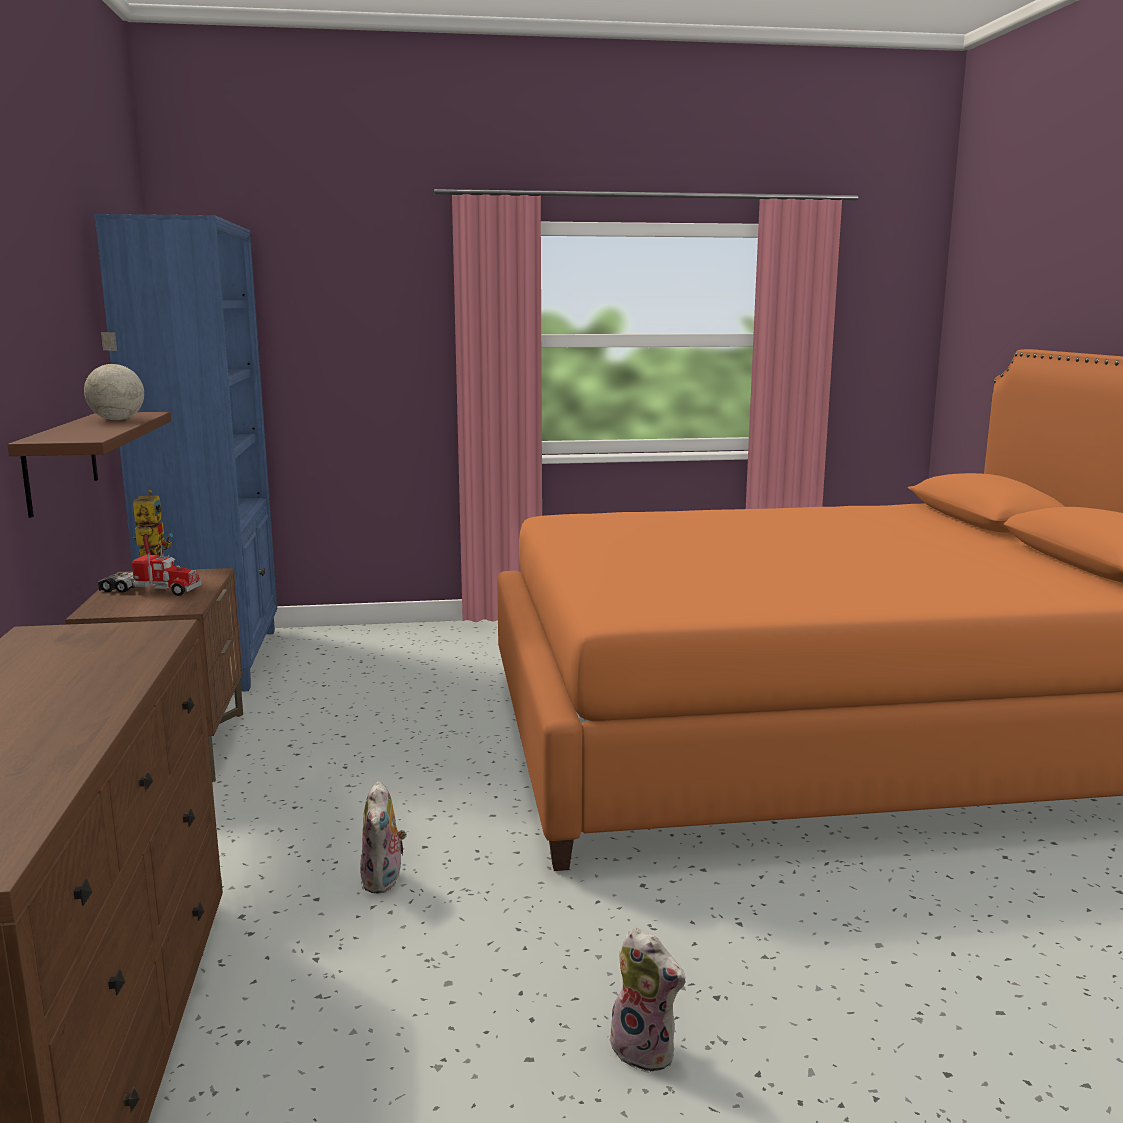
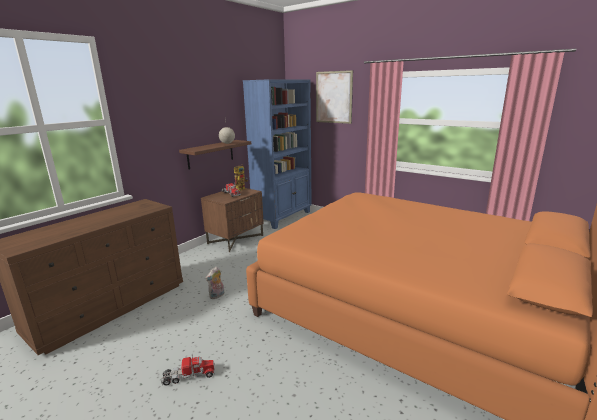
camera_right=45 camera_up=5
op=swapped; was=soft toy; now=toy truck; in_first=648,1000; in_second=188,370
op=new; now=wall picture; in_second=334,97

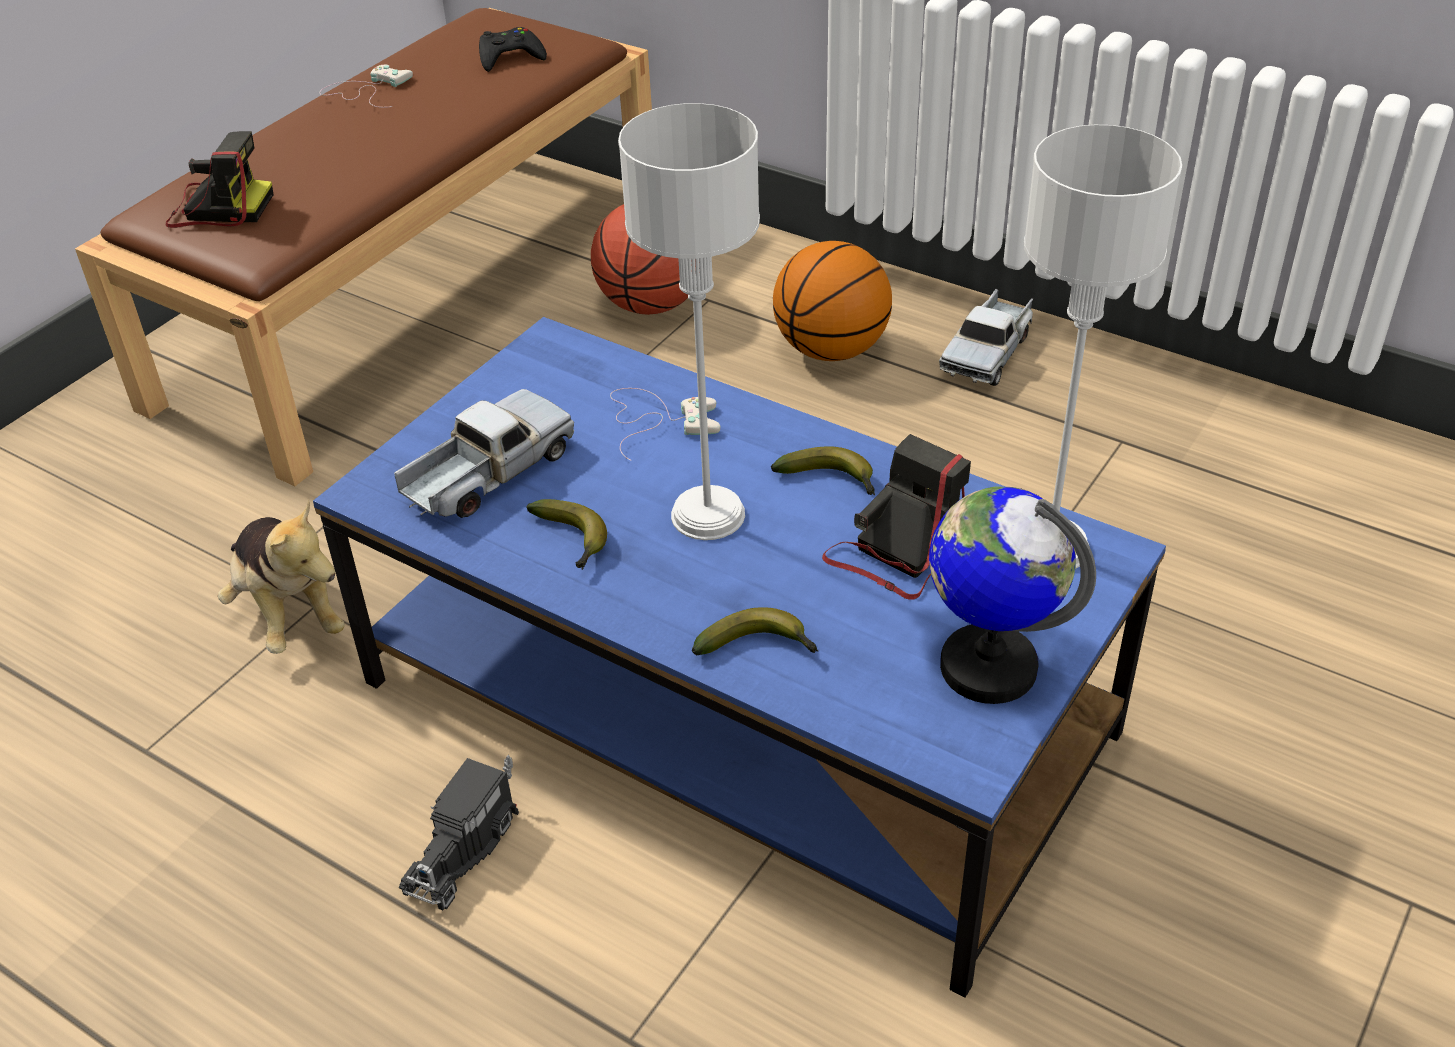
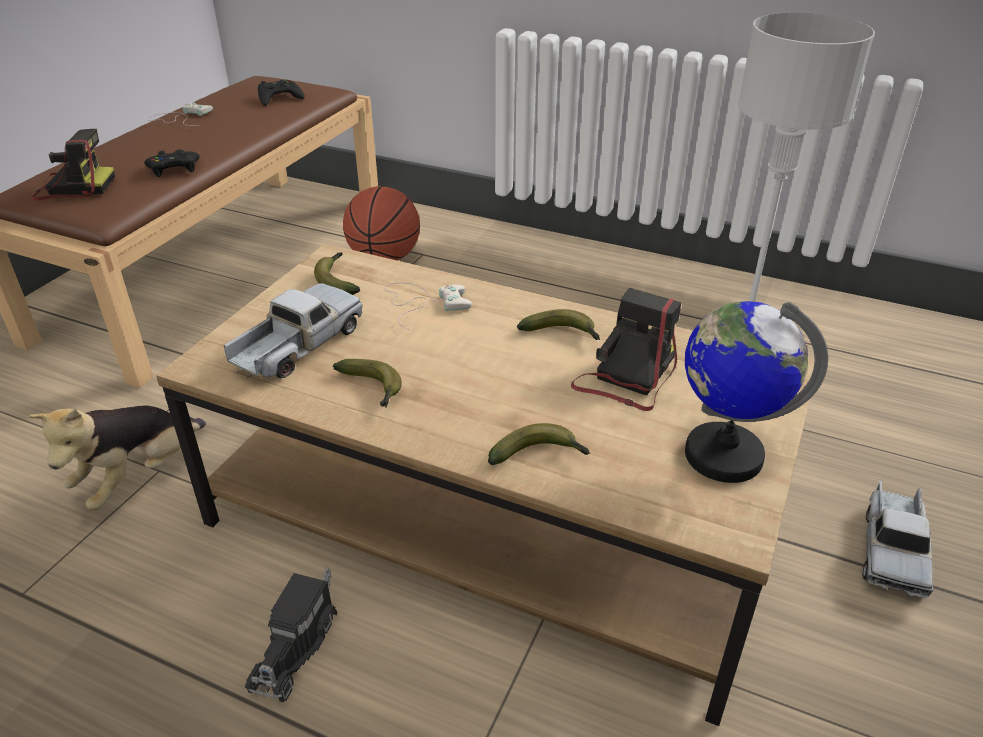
camera_right=-10 camera_up=-5
op=rotated; was=soft toy; in_first=281,577; in_second=117,457; clockwise=75
op=repainted; was=blue-coloured low table; now=brown-coloured low table; in_first=739,657; in_second=485,485
op=gone; was=grey tabletop lamp; in_first=689,321
op=gone; was=basketball; in_first=832,301
op=shifted; was=toy truck; in_first=986,337; in_second=897,539
op=new; now=black gamepad; in_second=171,163
op=new; now=banana; in_second=337,273

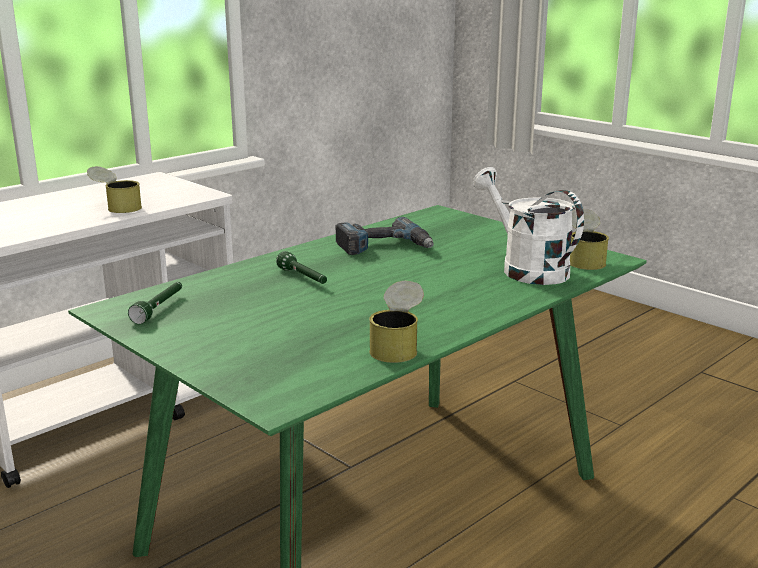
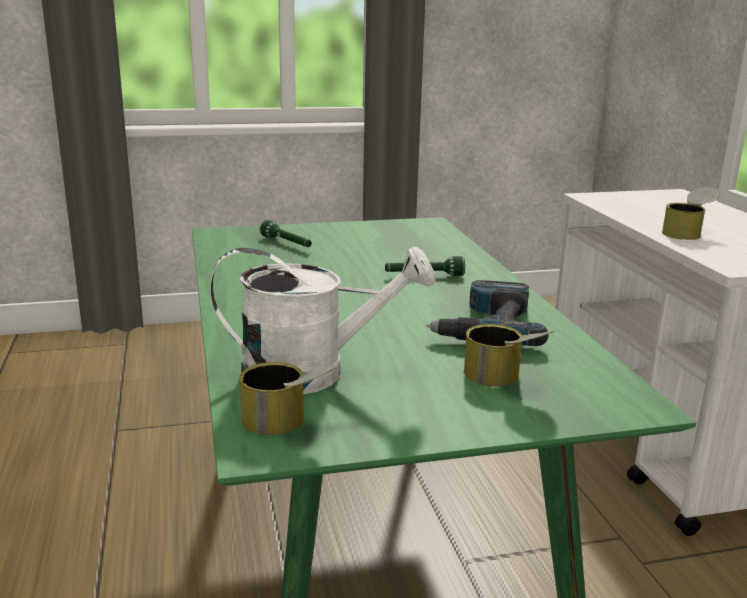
camera_right=120 camera_up=0
op=shifted; was=greenish torch; in_first=155,303; in_second=286,233
op=shifted; was=can; in_first=396,322; in_second=509,355

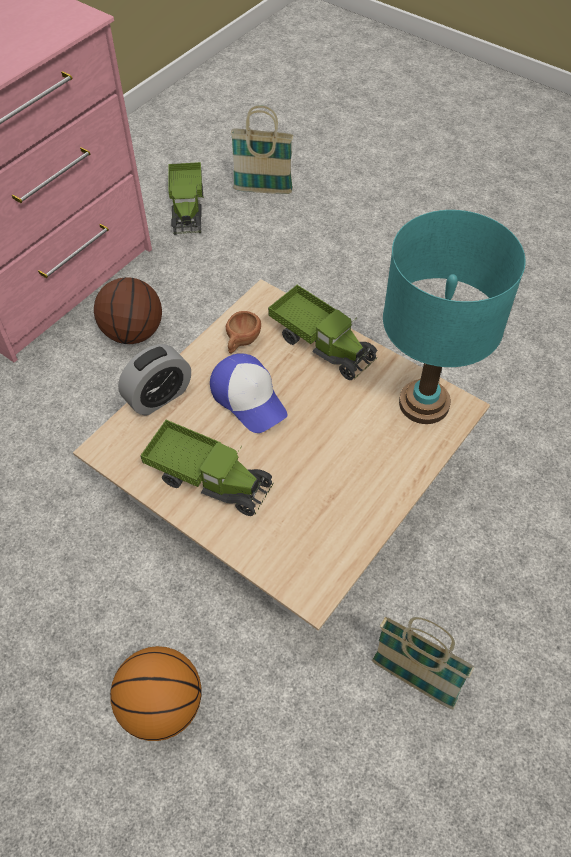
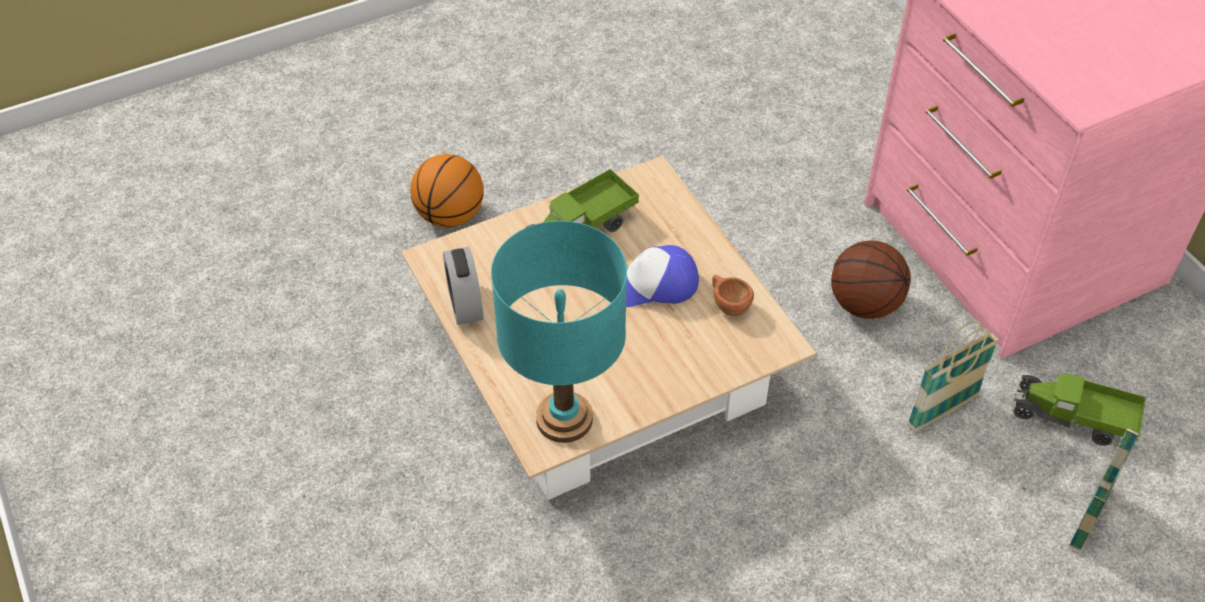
camera_right=115 camera_up=-5
op=shifted; was=table clock; in_first=154,379; in_second=463,286
op=gone; was=toy truck; in_first=322,332
op=shifted; was=household basket; in_first=423,663; in_second=953,376

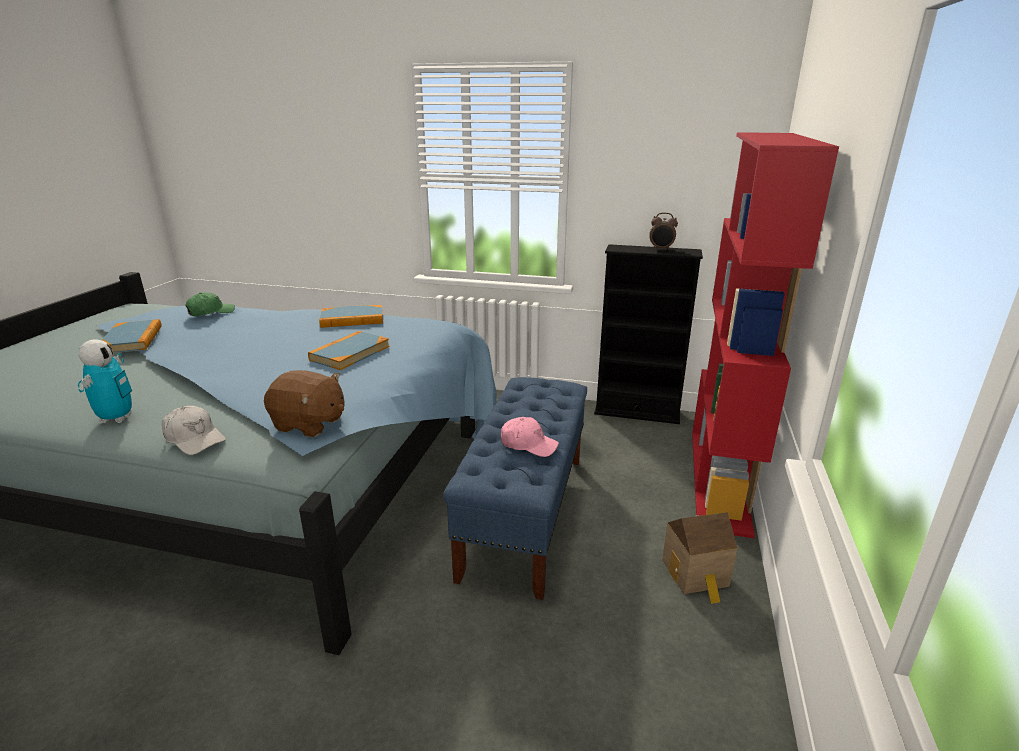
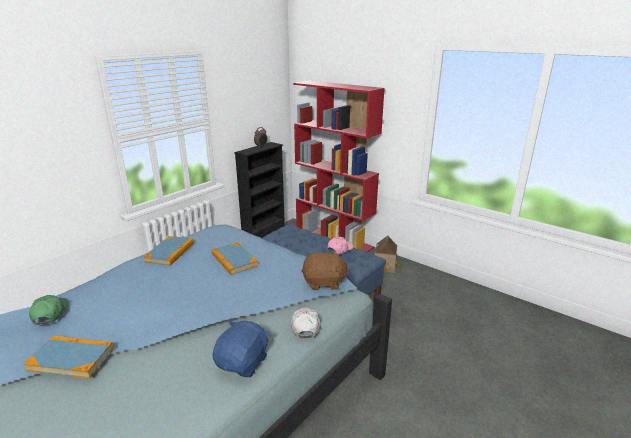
camera_right=-65 camera_up=0
op=swapped; was=toy robot; now=blue-coloured soft toy; in_first=105,381; in_second=241,348
op=rotated; was=whitish cap; in_first=194,430; in_second=306,322; clockwise=-60
op=rotated; was=brown-coloured soft toy; in_first=304,403; in_second=325,270; clockwise=45

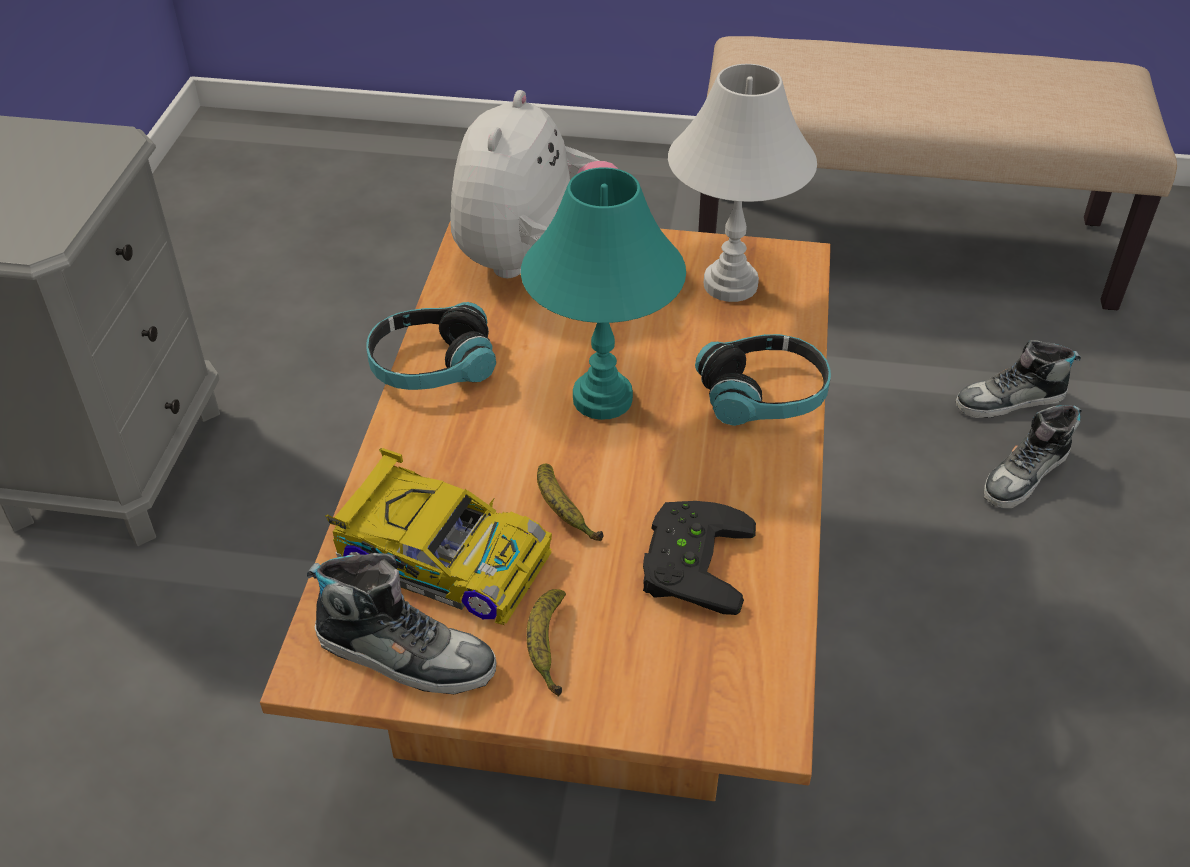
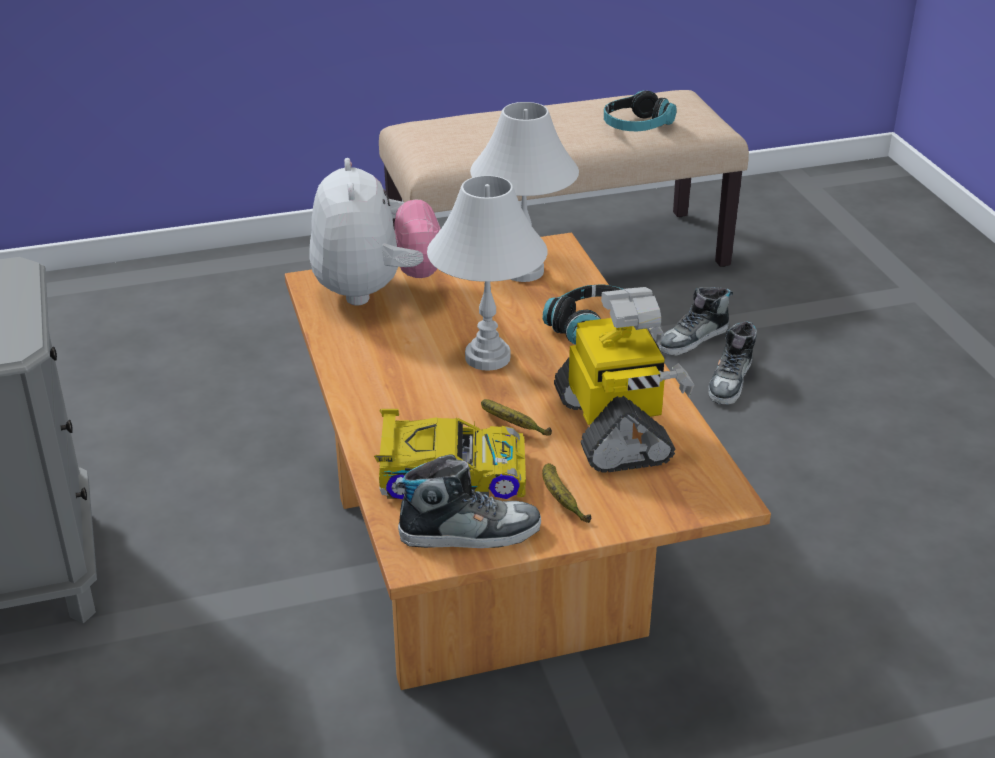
camera_right=-25 camera_up=-10
op=shifted; was=pair of headphones; in_first=431,346; in_second=640,110
op=repainted; was=turquoise tabletop lamp; now=whitish tabletop lamp; in_first=603,293; in_second=487,273
op=swapped; was=black gamepad; now=toy robot; in_first=699,558; in_second=624,380

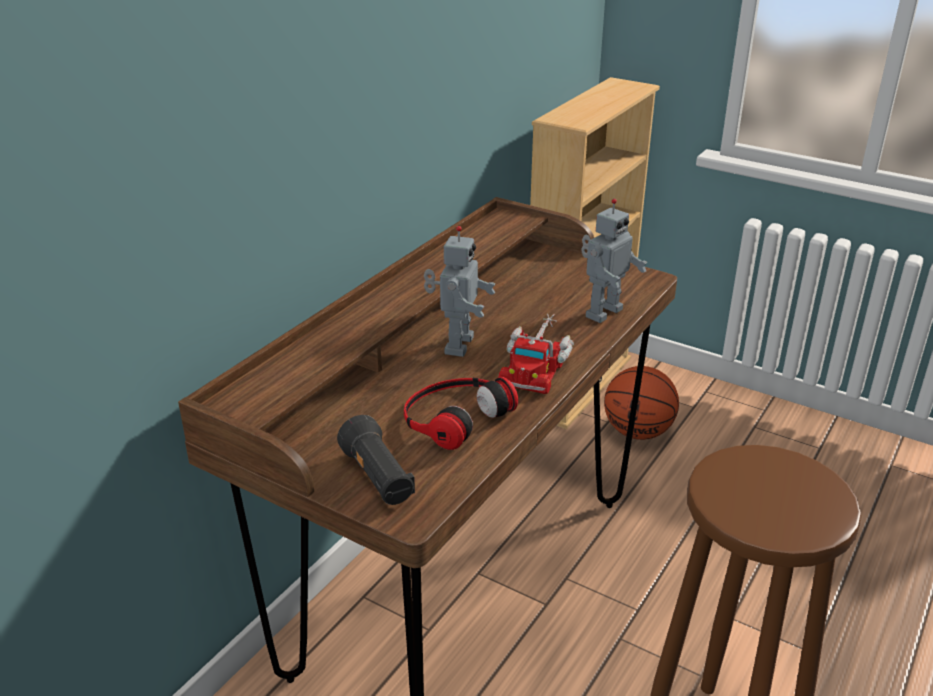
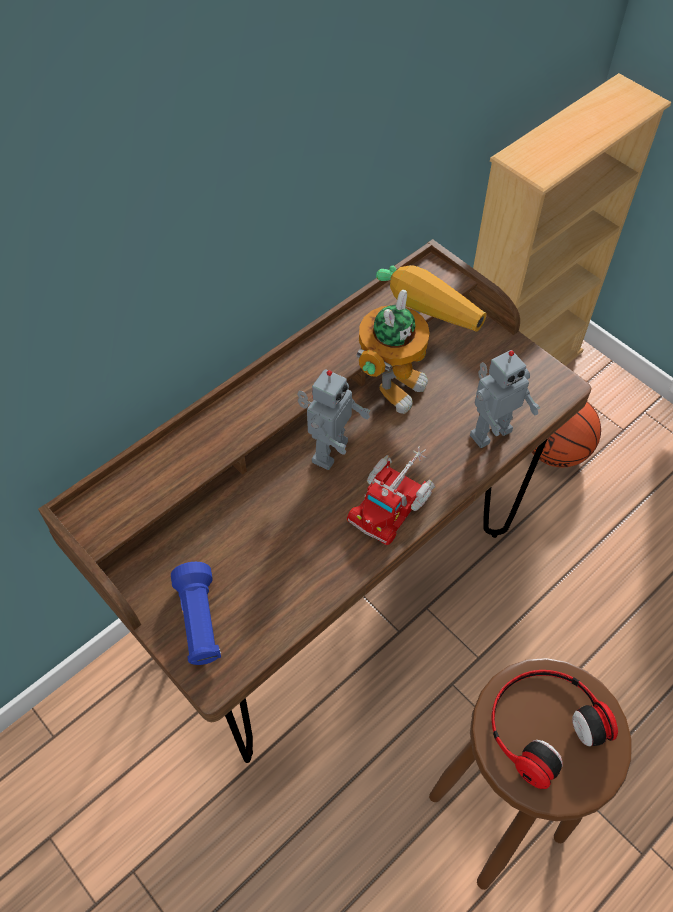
camera_right=15 camera_up=25
op=repainted; was=black torch; now=blue-coloured torch; in_first=376,460; in_second=196,613
op=shifted; was=pair of headphones; in_first=461,413; in_second=555,729
op=new; now=toy robot; in_second=421,339

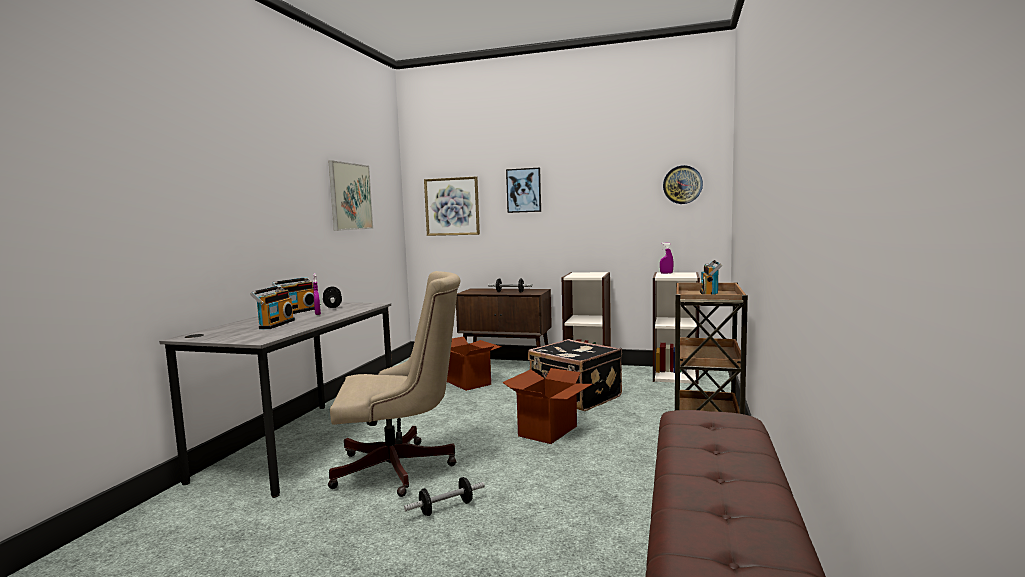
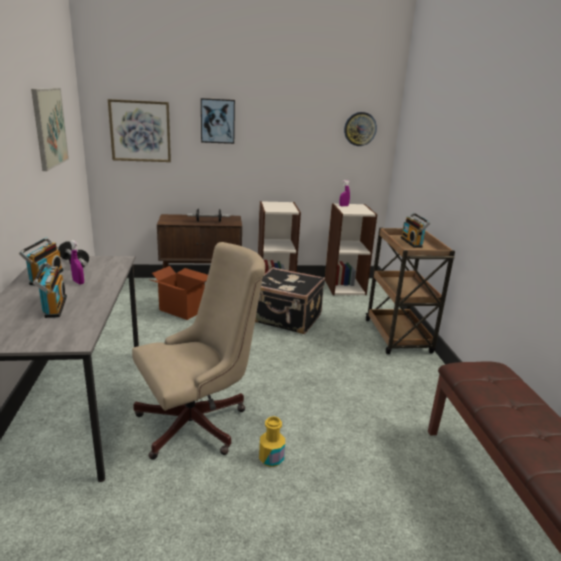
camera_right=-25 camera_up=15
op=swapped; was=hand weight; now=yellow-coloured beverage bottle; in_first=444,496; in_second=272,441
op=gone; was=cardboard box; in_first=547,406

